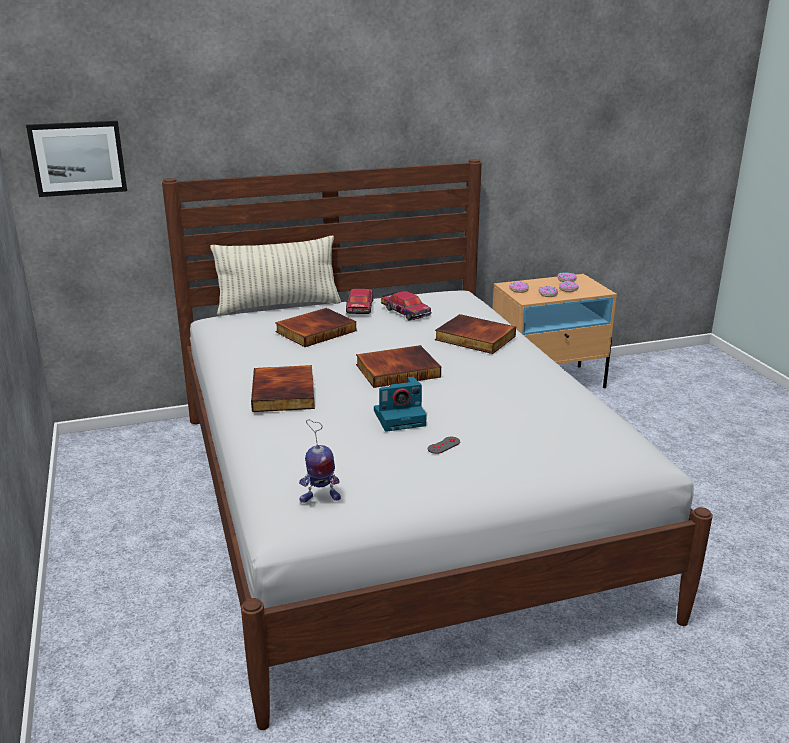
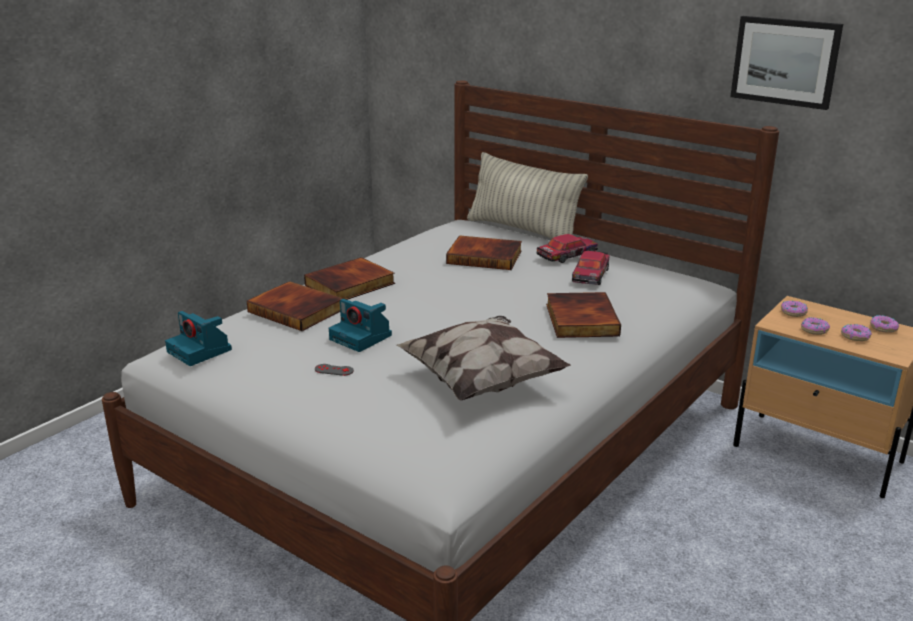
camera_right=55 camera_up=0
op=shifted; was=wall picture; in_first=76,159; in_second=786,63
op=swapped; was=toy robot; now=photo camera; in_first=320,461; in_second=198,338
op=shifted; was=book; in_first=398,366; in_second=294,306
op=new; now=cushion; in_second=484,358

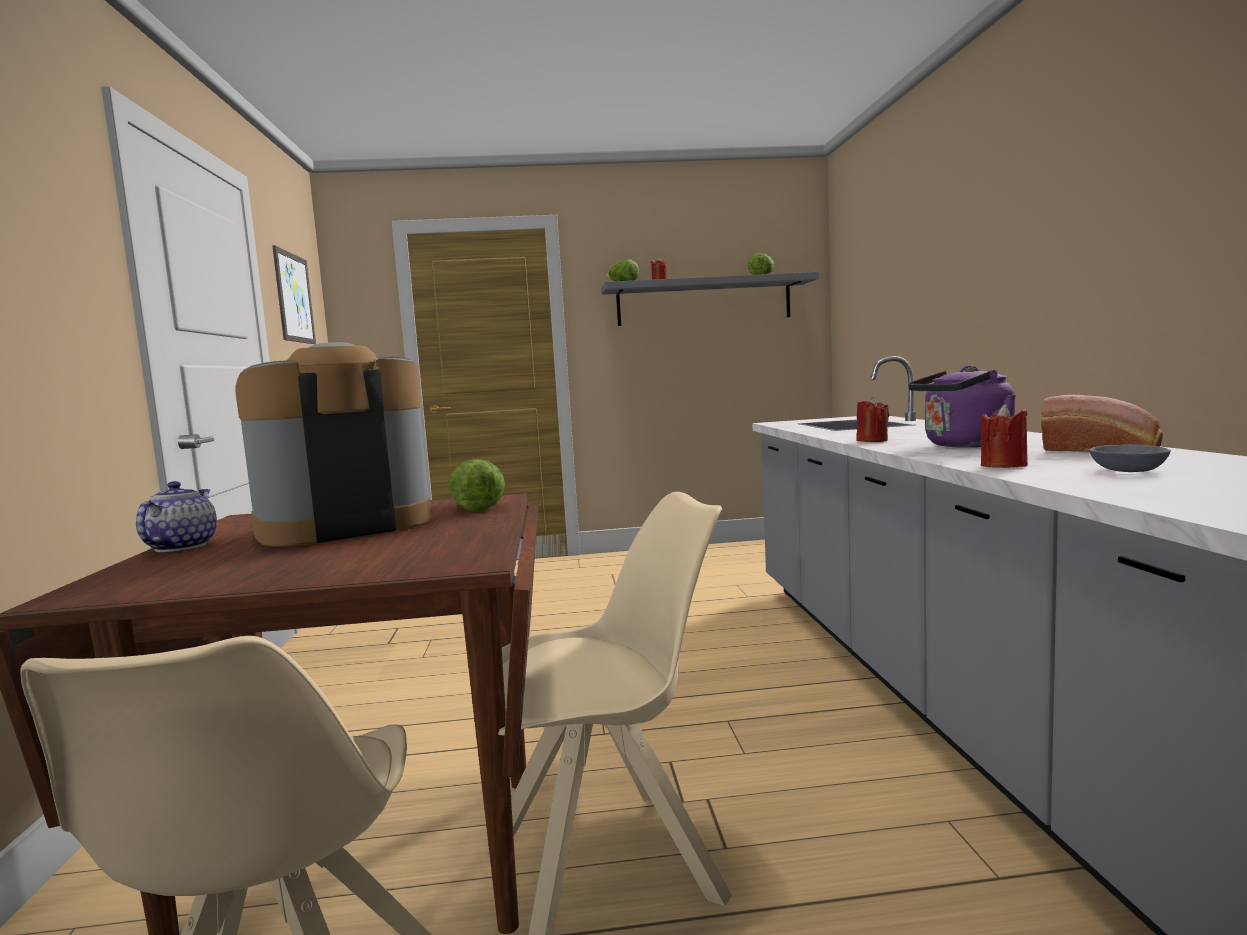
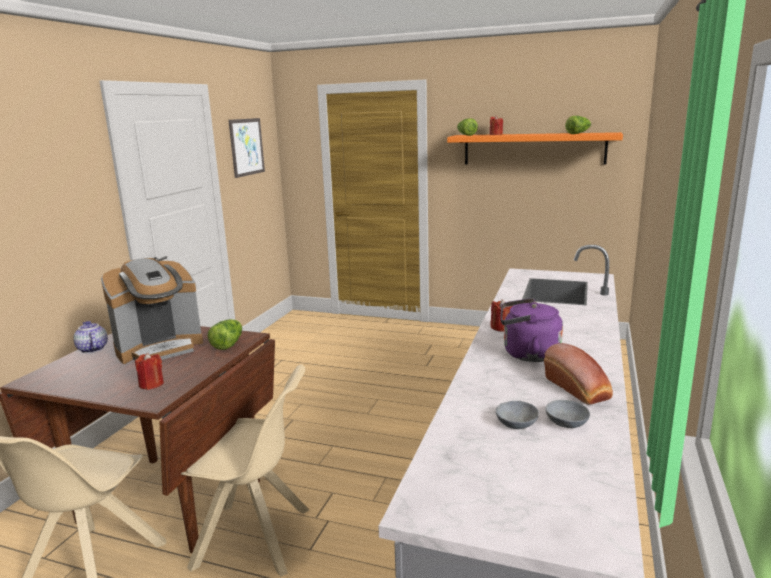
camera_right=25 camera_up=10
op=rotated; was=pot for tea; in_first=176,516; in_second=90,337; clockwise=-60
op=rotated; was=coffee machine; in_first=333,444; in_second=152,311; clockwise=150
op=repainted; was=grey bracket shelf; now=orangey bracket shelf; in_first=710,299; in_second=535,148
op=shifted; was=red candle; in_first=1004,436; in_second=149,371
op=new; now=grey deep dish; in_second=567,414

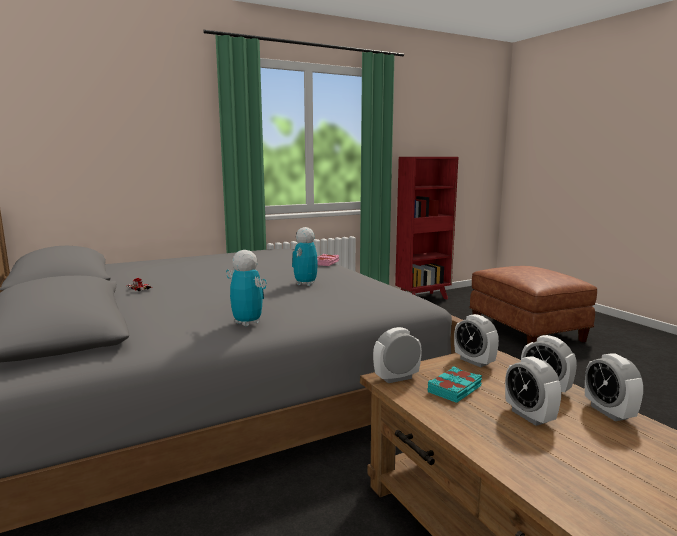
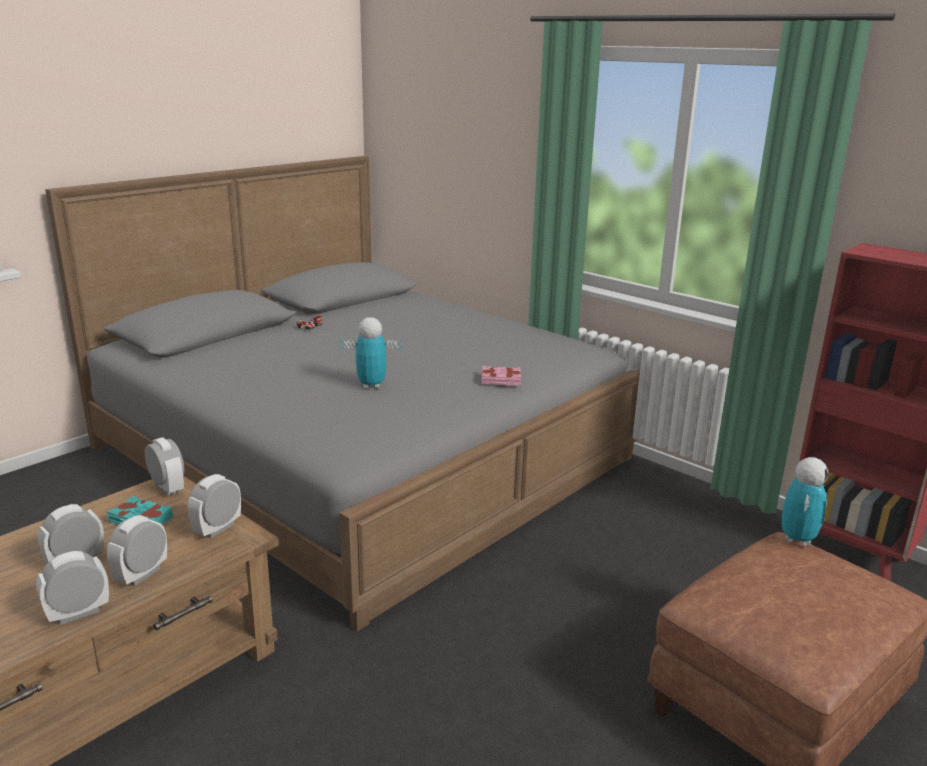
camera_right=70 camera_up=10
op=shifted; was=toy robot; in_first=246,288; in_second=805,501

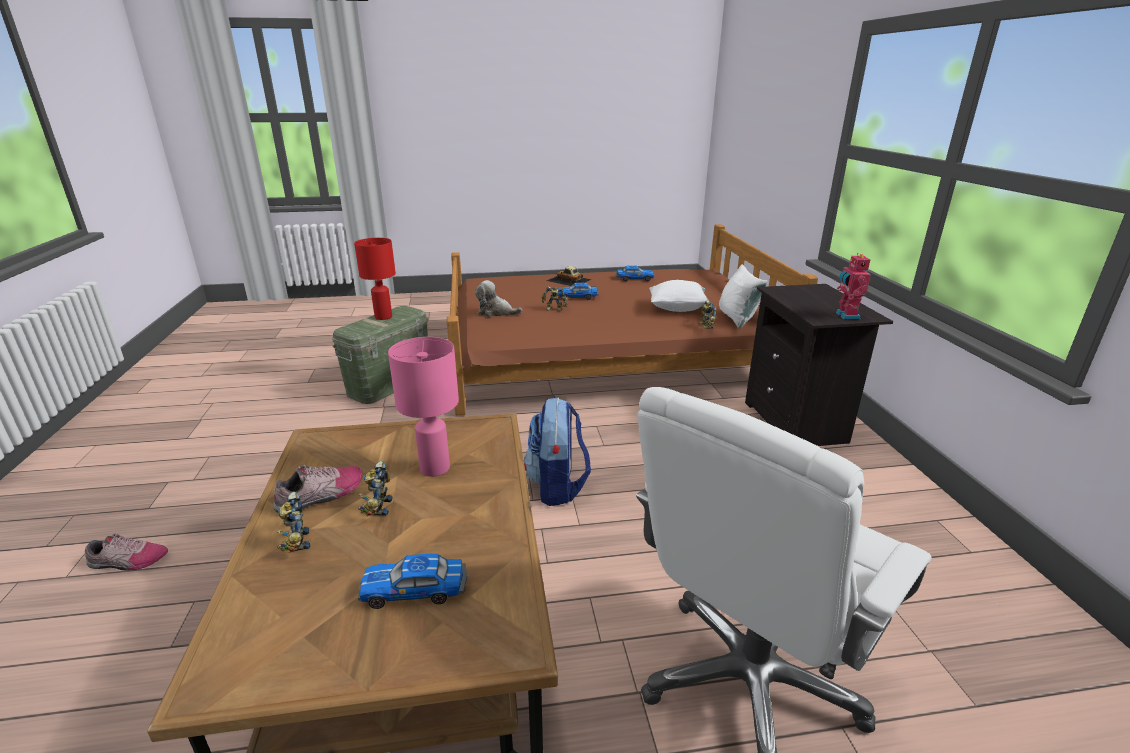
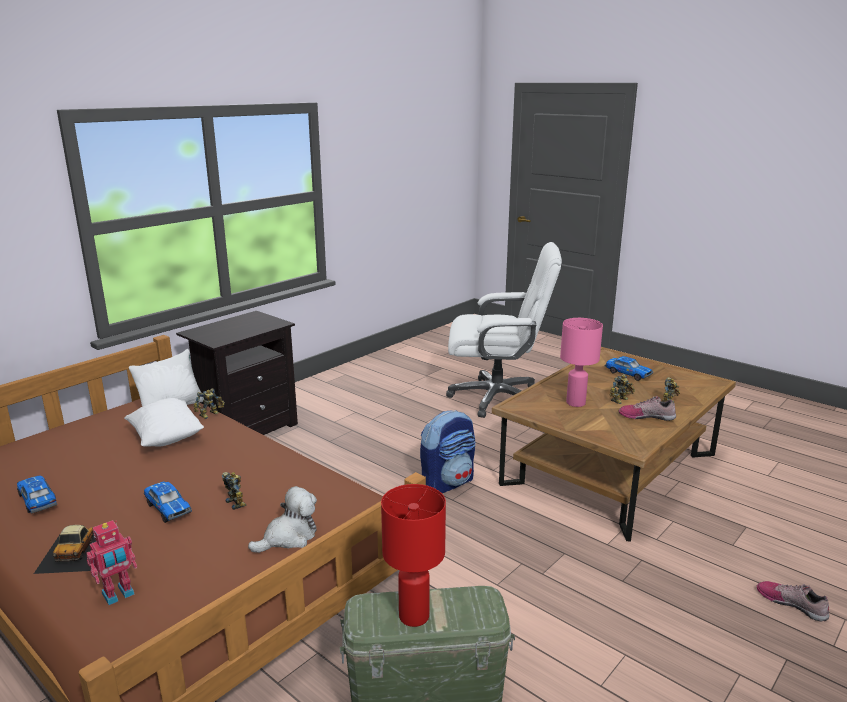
camera_right=-130 camera_up=-5
op=rotated; was=soft toy; in_first=498,298; in_second=282,519; clockwise=-105
op=shifted; was=toy robot; in_first=853,286; in_second=111,562

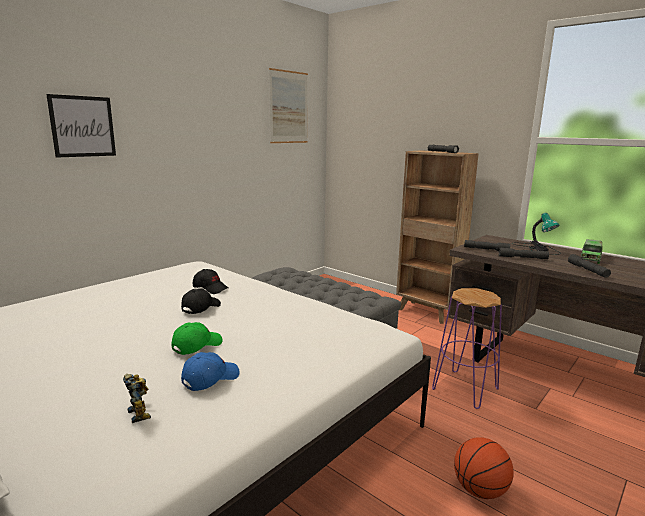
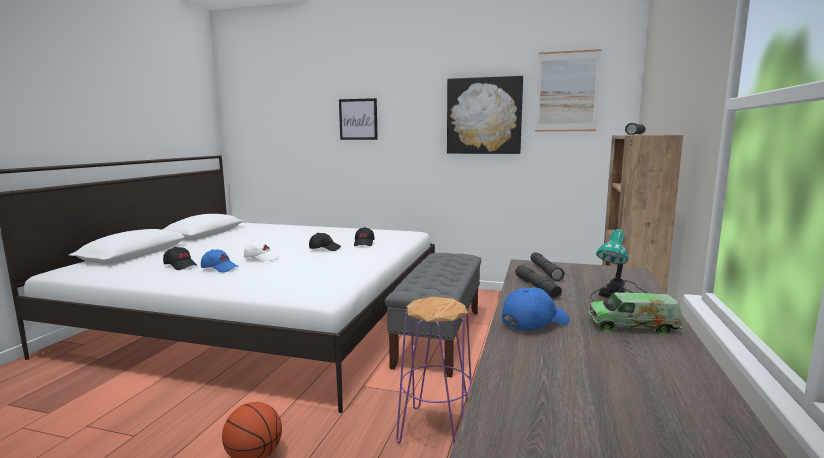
camera_right=65 camera_up=-5
op=swapped; was=toy robot; now=black cap; in_first=137,398; in_second=180,258
op=repainted; was=greenish cap; now=whitish cap; in_first=197,338; in_second=261,251
op=swapped; was=grey torch; now=blue-coloured cap; in_first=589,266; in_second=536,308
op=new; now=wall picture; in_second=485,115

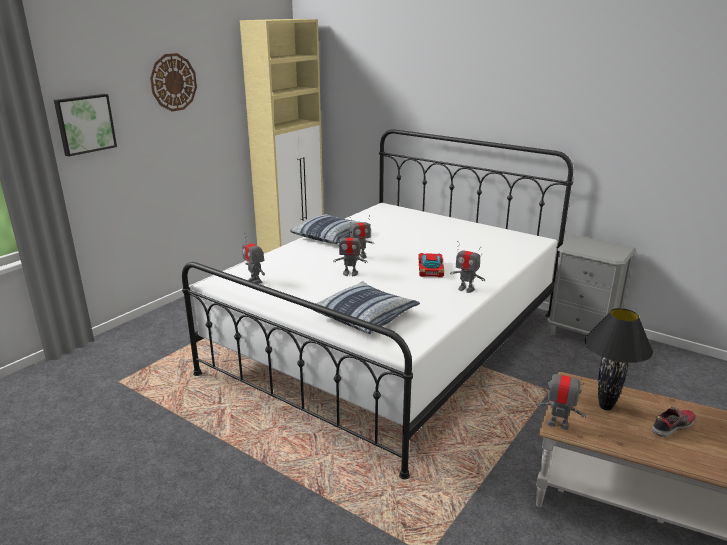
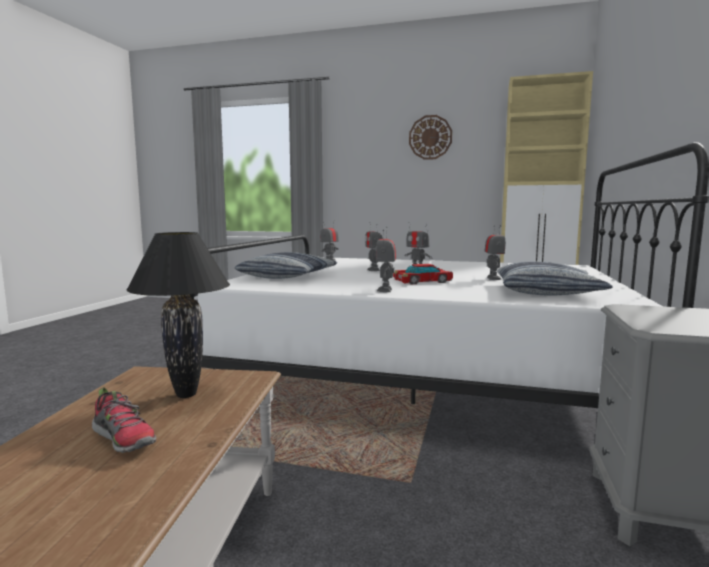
camera_right=70 camera_up=-15
op=gone; was=wall picture; in_first=85,125
op=shifted; was=cushion; in_first=330,229; in_second=555,279
op=shifted; was=toy robot; in_first=561,398; in_second=495,252

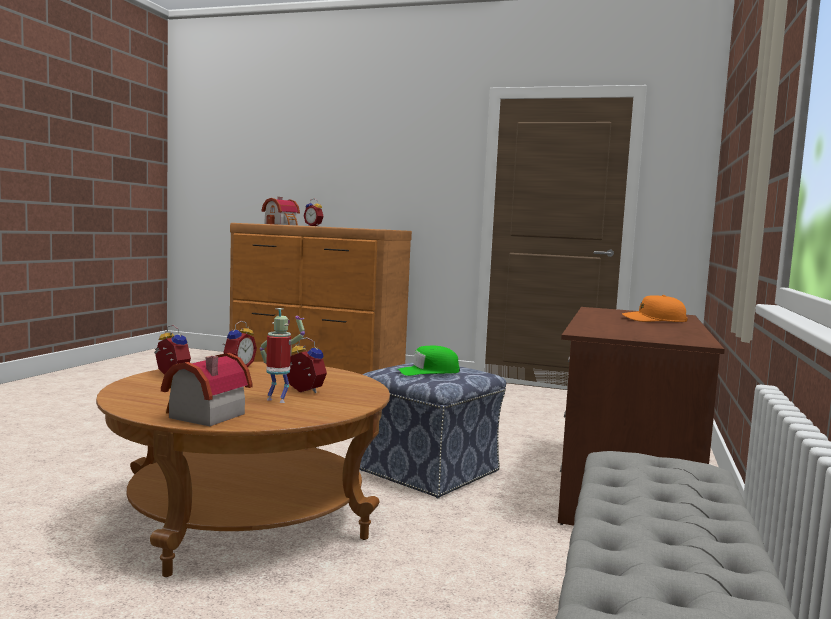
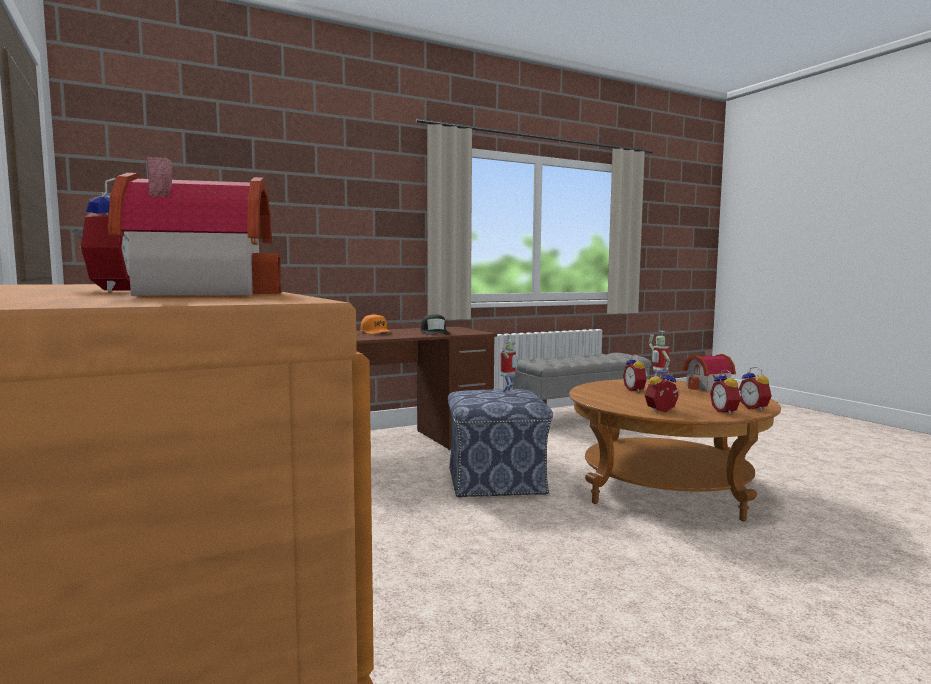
camera_right=-135 camera_up=0
op=swapped; was=greenish cap; now=toy robot; in_first=428,361; in_second=510,364
op=new; now=black cap; in_second=435,324
op=new; now=table clock; in_second=755,389

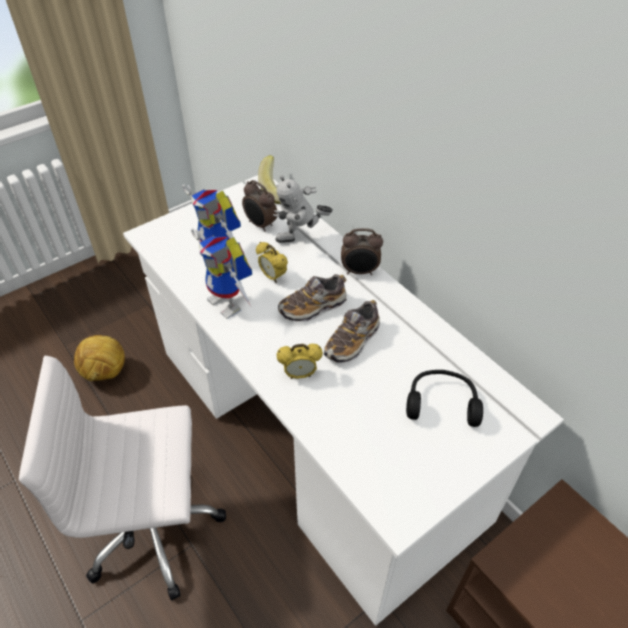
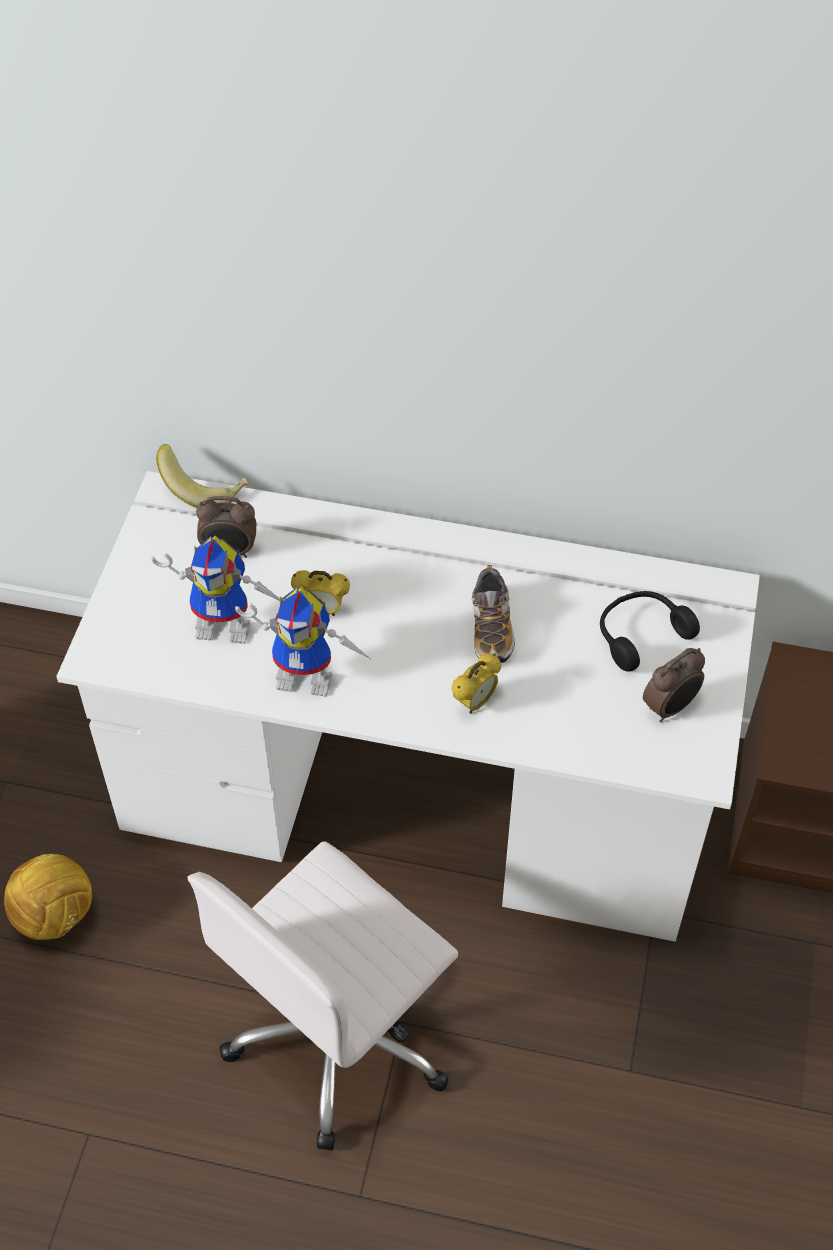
camera_right=-40 camera_up=5
op=gone; was=toy robot; in_first=303,209
op=gone; was=item of footwear; in_first=312,298
op=shifted; was=table clock; in_first=362,251; in_second=674,685

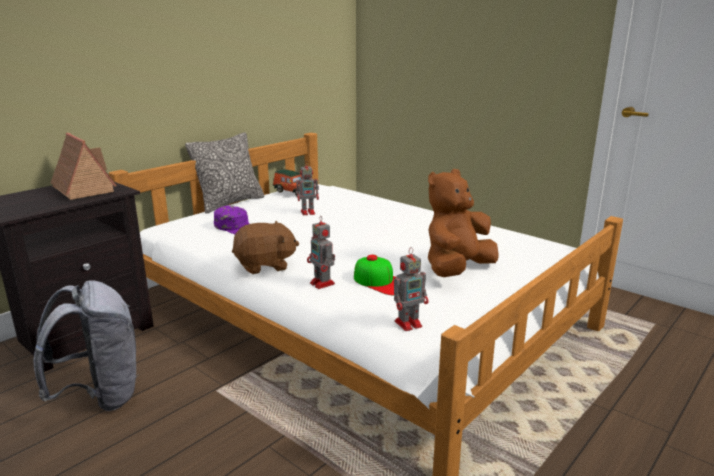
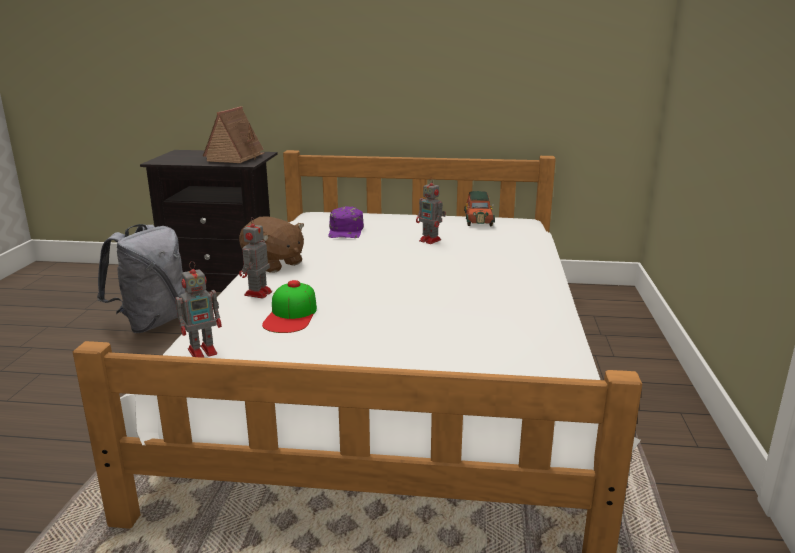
camera_right=55 camera_up=0
op=gone; was=cushion; in_first=224,173
op=rotated; was=toy robot; in_first=411,289; in_second=198,309; clockwise=-60
op=gone; was=brown-coloured soft toy; in_first=463,223

